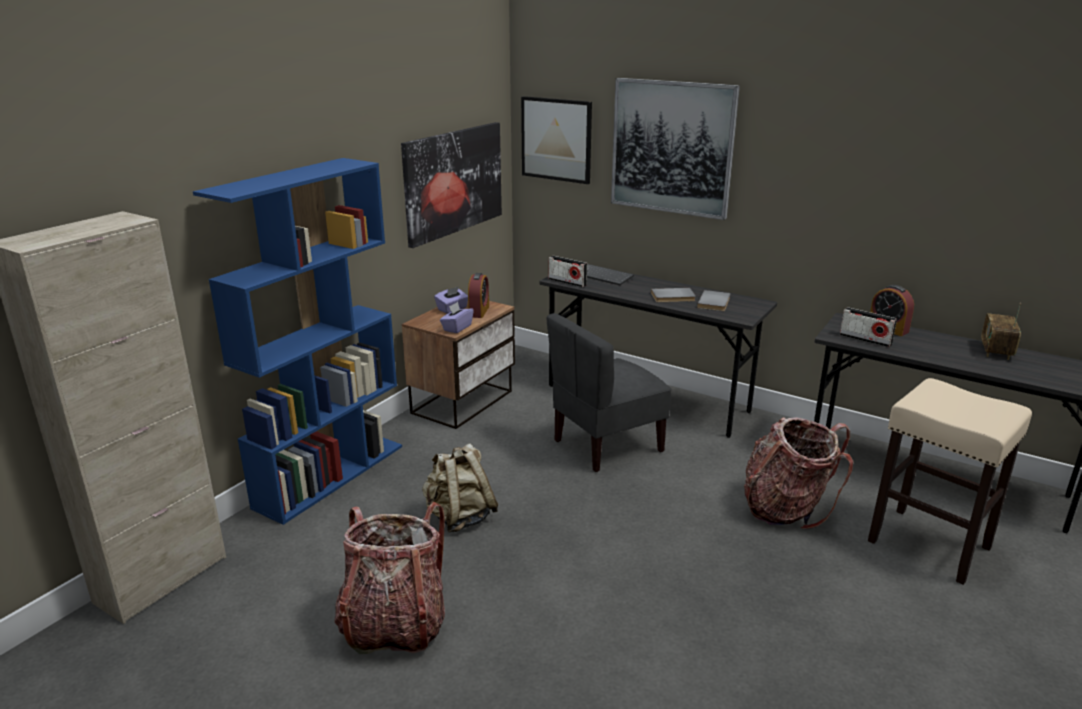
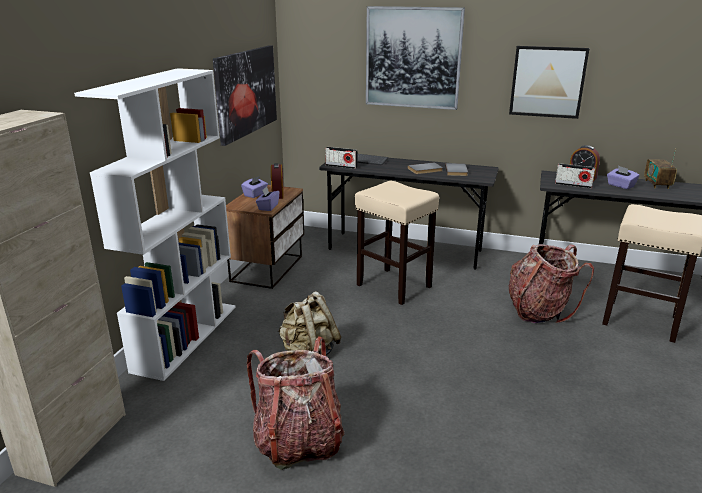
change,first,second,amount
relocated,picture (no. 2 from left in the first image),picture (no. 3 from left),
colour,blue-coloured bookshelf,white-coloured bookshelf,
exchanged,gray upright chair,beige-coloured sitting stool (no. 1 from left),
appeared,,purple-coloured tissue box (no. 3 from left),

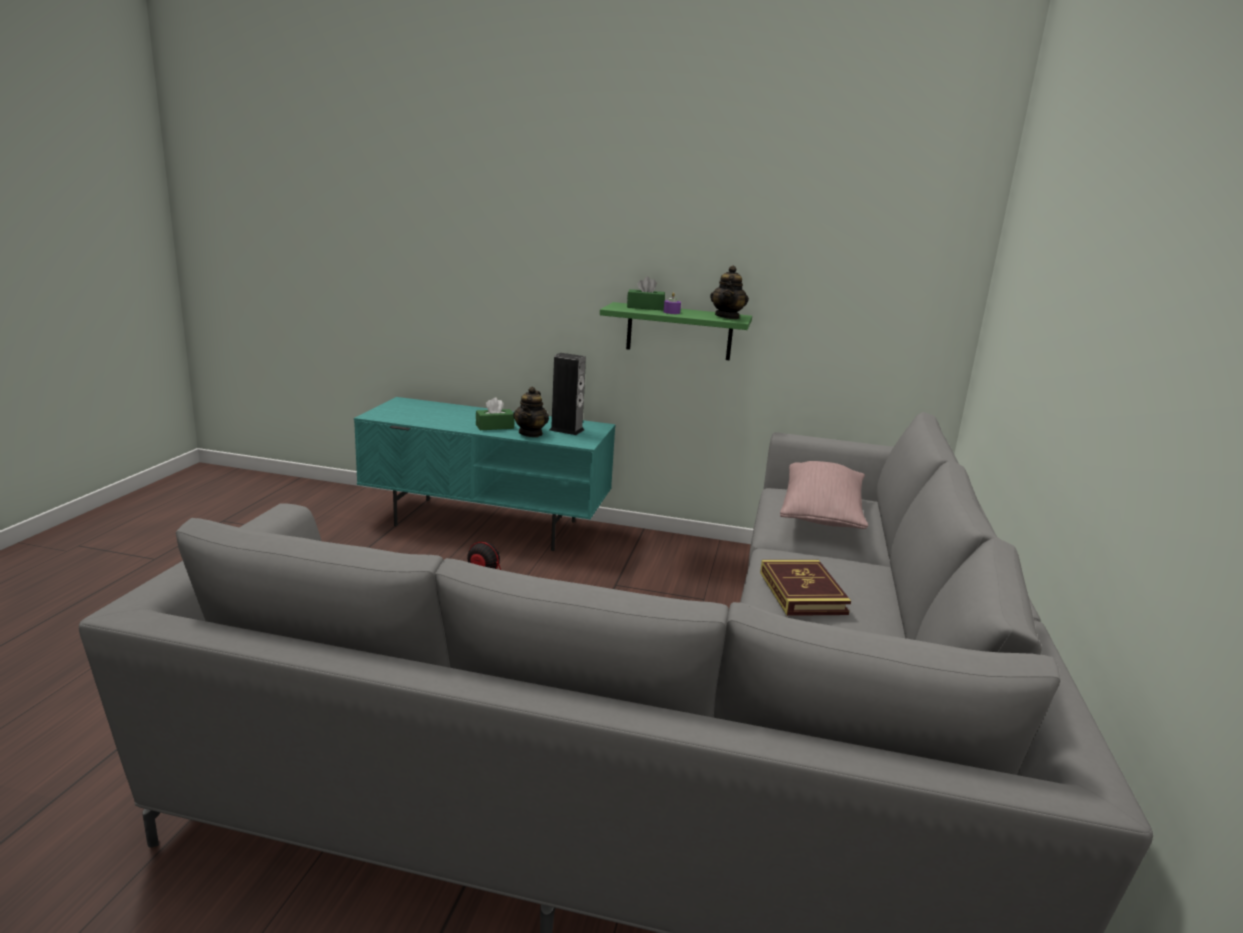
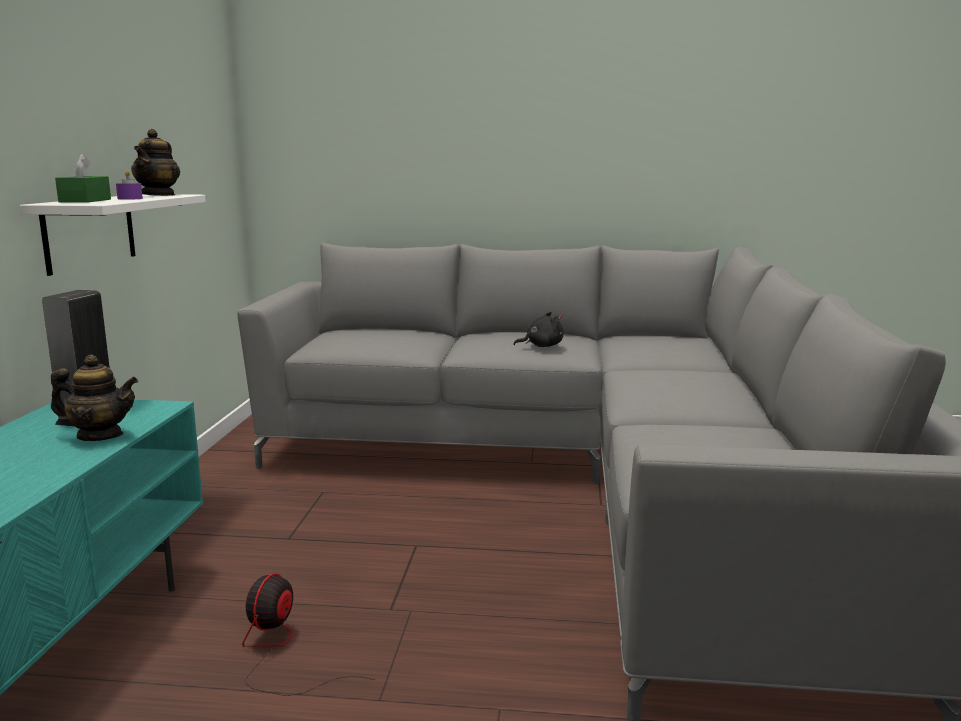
change,first,second,amount
spun,tea pot (no. 2 from left),,90 degrees clockwise
colour,greenish shelf,white-coloured shelf,
missing,greenish tissue box (no. 1 from left),,
missing,pink-coloured pillow,,
exchanged,volume,black soft toy,

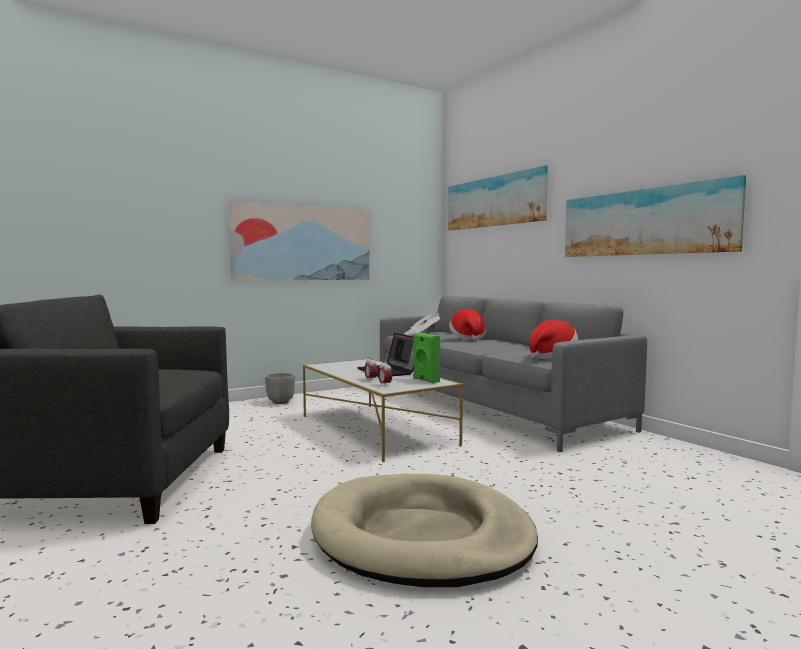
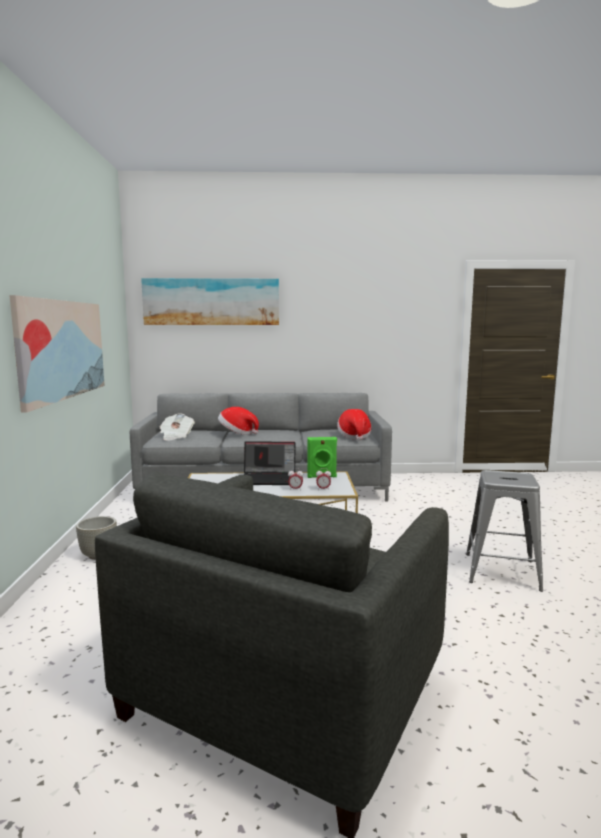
change,first,second,amount
missing,picture (no. 3 from left),,
exchanged,beige-coloured pet bed,gray sitting stool,

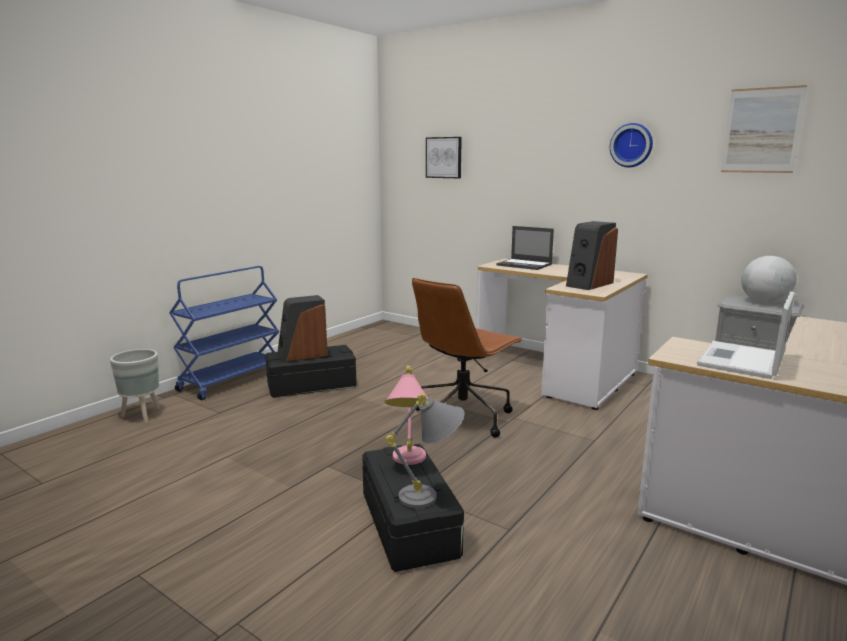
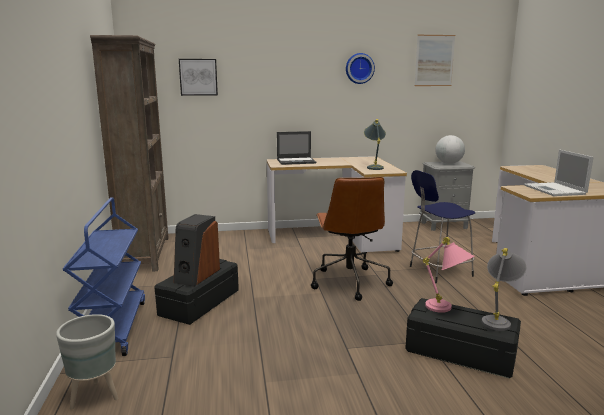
change,first,second,amount
exchanged,audio speaker (no. 2 from left),gray tabletop lamp (no. 1 from left),
appeared,,brownish bookshelf,
appeared,,blue-coloured sitting stool,

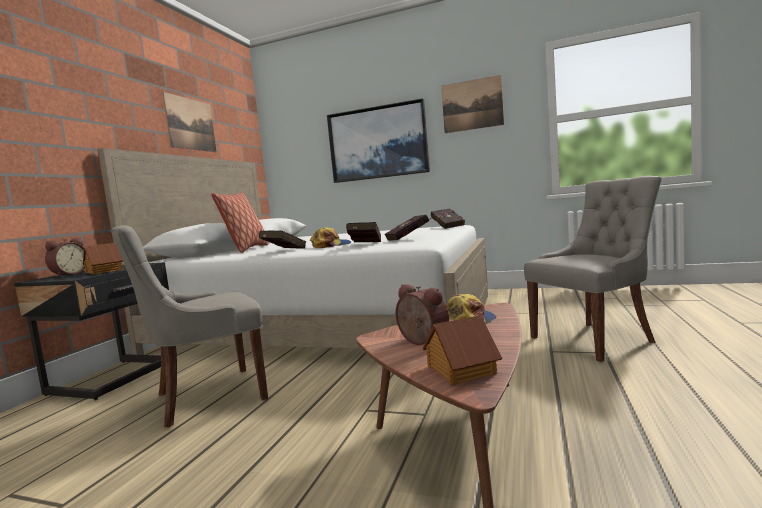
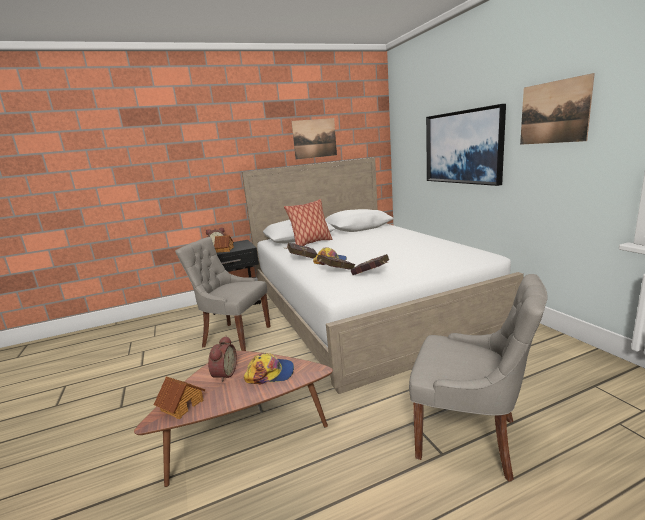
change,first,second,amount
missing,reddish volume (no. 4 from left),,

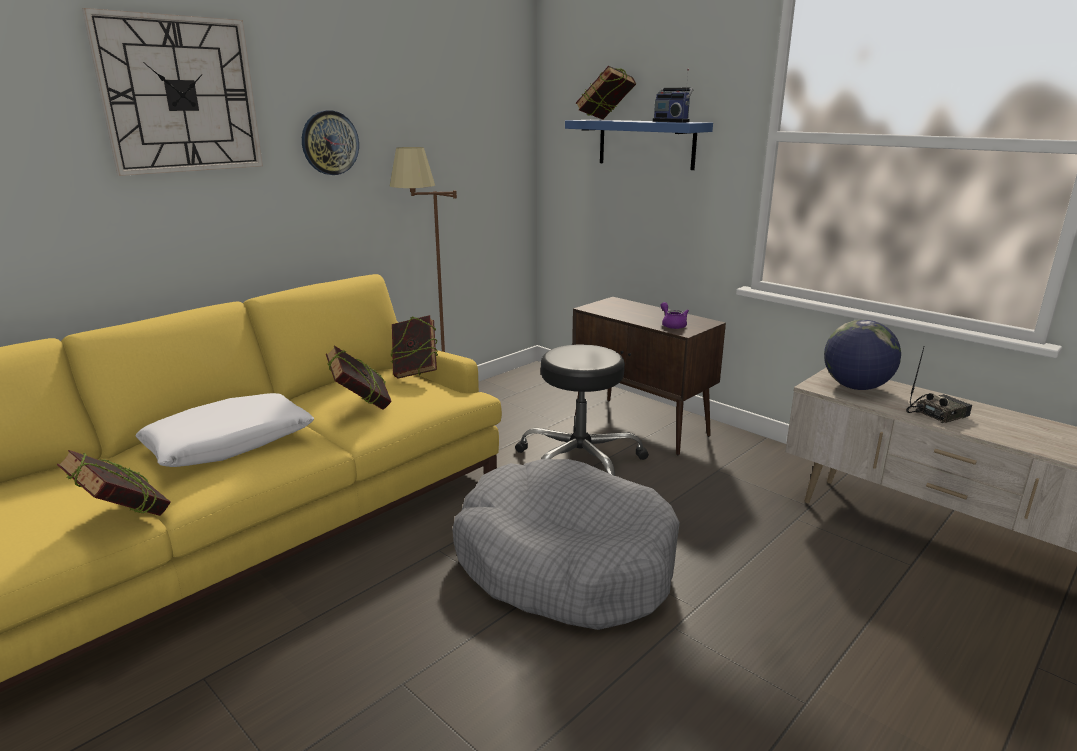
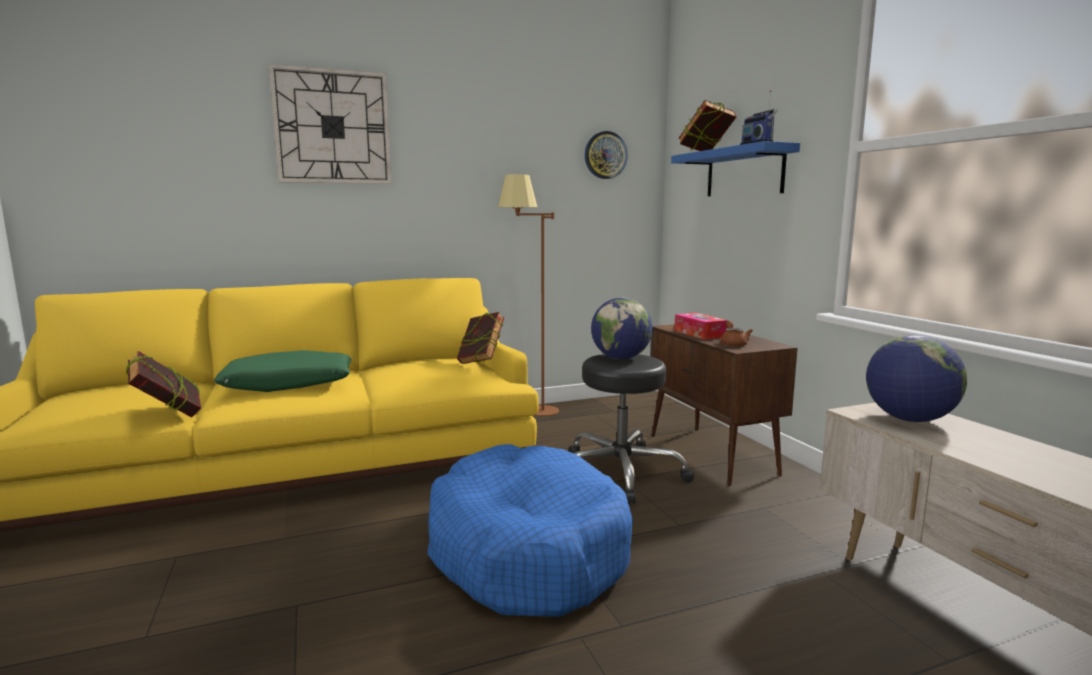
change,first,second,amount
relocated,clock on the wall (no. 2 from left),,
colour,purple-coloured tea pot,brownish tea pot,
missing,volume (no. 2 from left),,
missing,radio receiver (no. 2 from left),,
colour,white-coloured pillow,greenish pillow,
colour,gray pet bed,blue-coloured pet bed,
appeared,,world globe (no. 1 from left),
appeared,,tissue box,

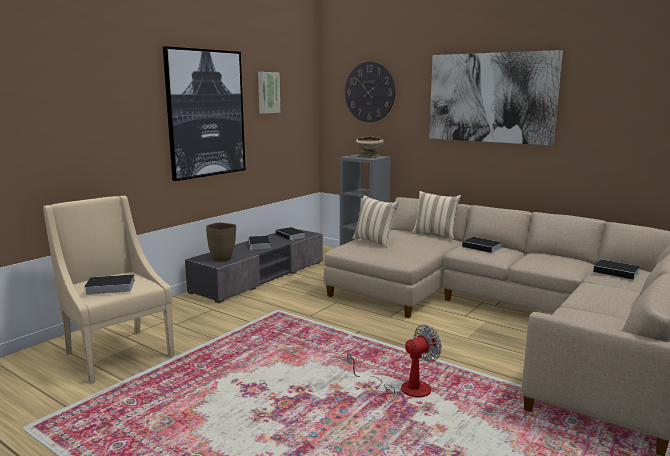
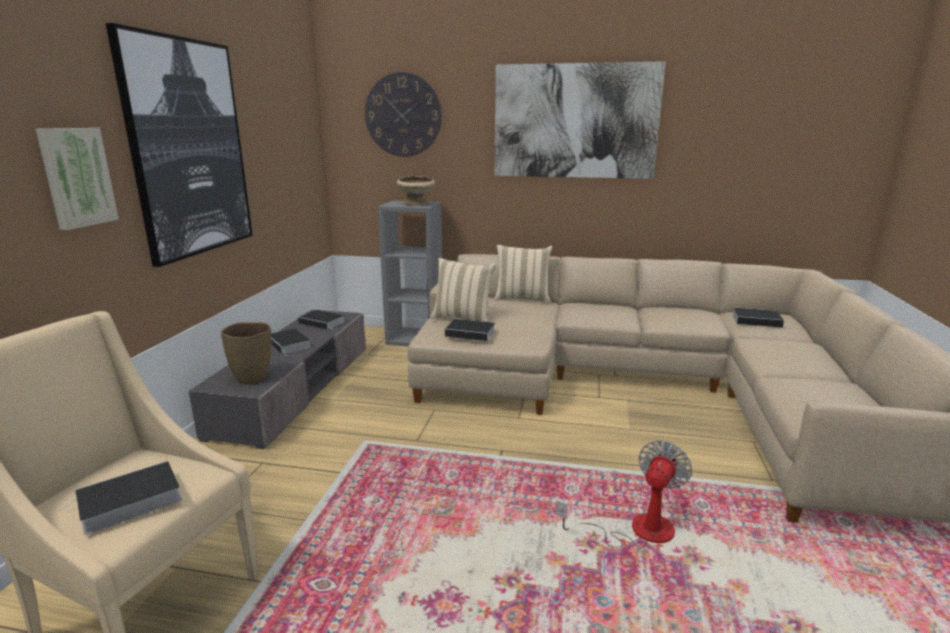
change,first,second,amount
relocated,picture (no. 2 from left in the first image),picture (no. 1 from left),
relocated,volume (no. 4 from left),,

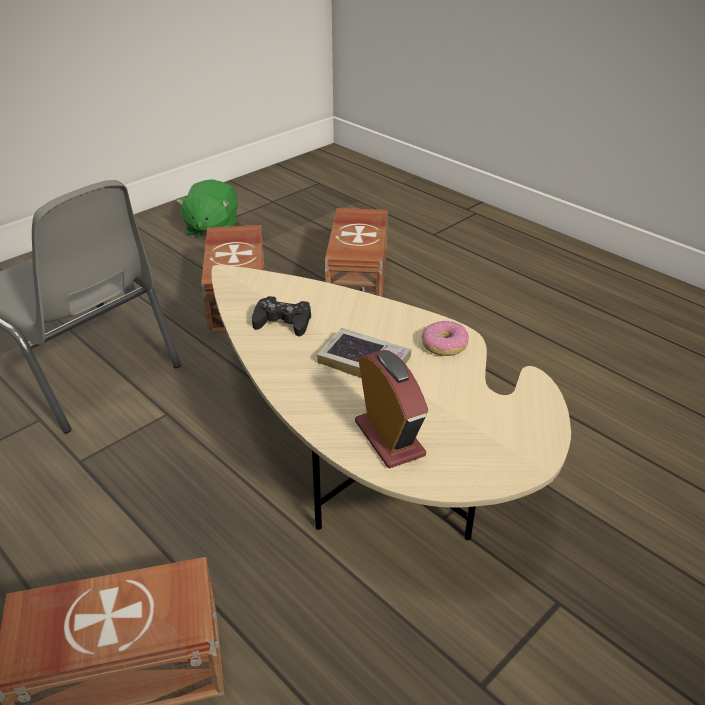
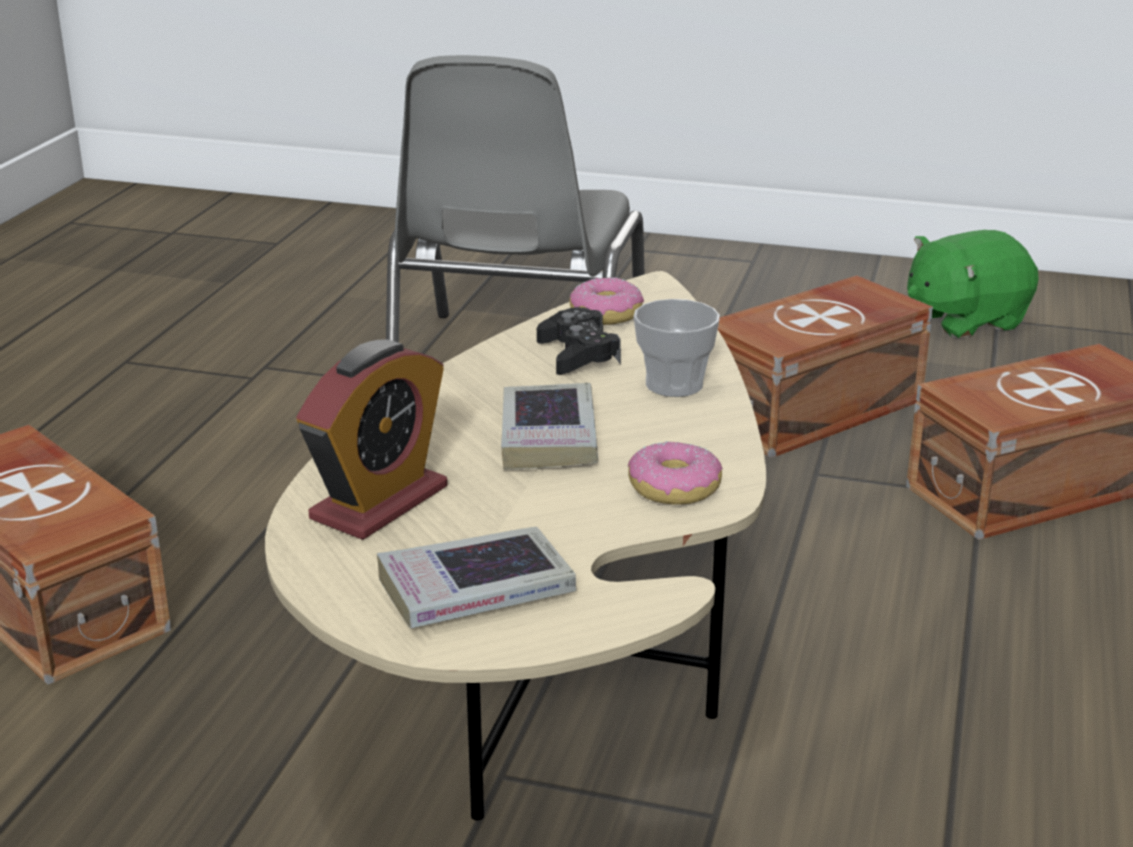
change,first,second,amount
appeared,,donut (no. 1 from left),
appeared,,small cup,
appeared,,volume (no. 1 from left),

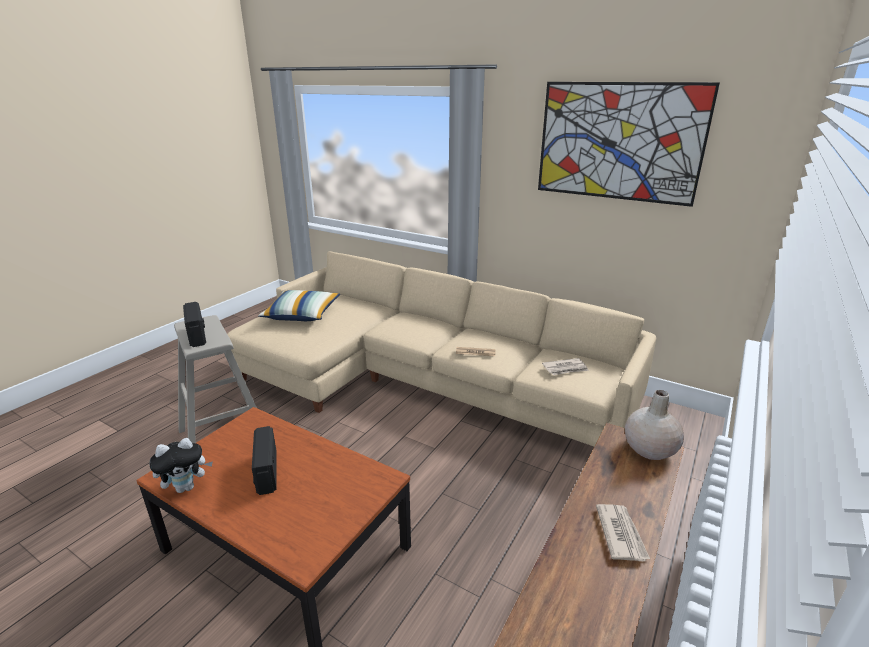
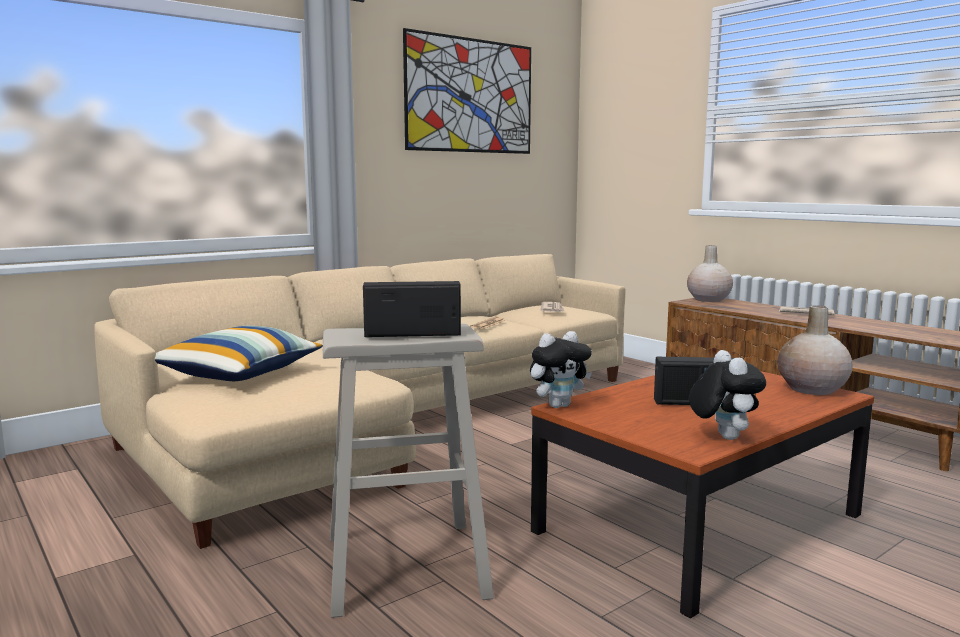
change,first,second,amount
appeared,,beige-coloured flower vase (no. 2 from left),
appeared,,soft toy (no. 1 from left),

